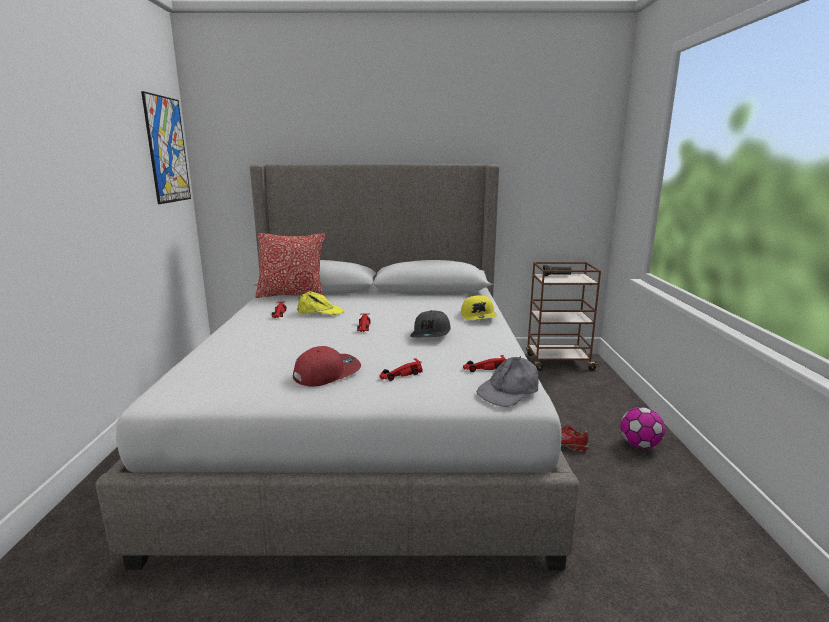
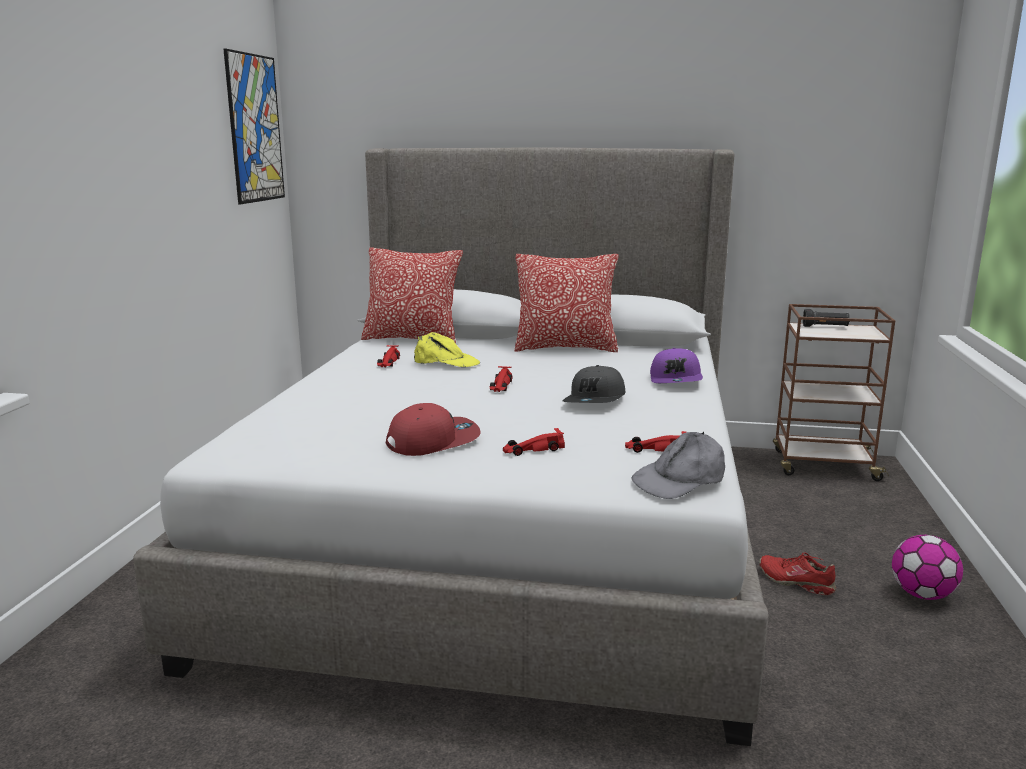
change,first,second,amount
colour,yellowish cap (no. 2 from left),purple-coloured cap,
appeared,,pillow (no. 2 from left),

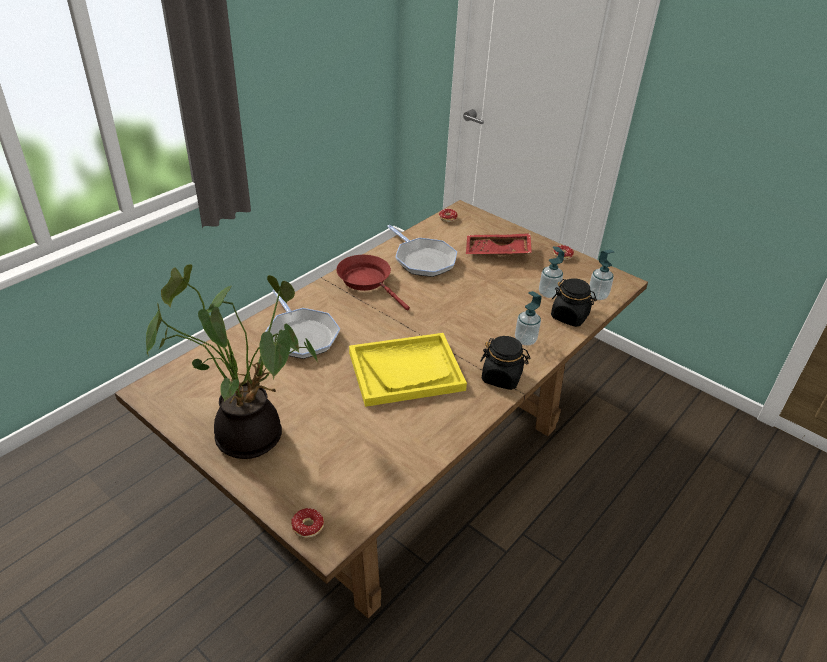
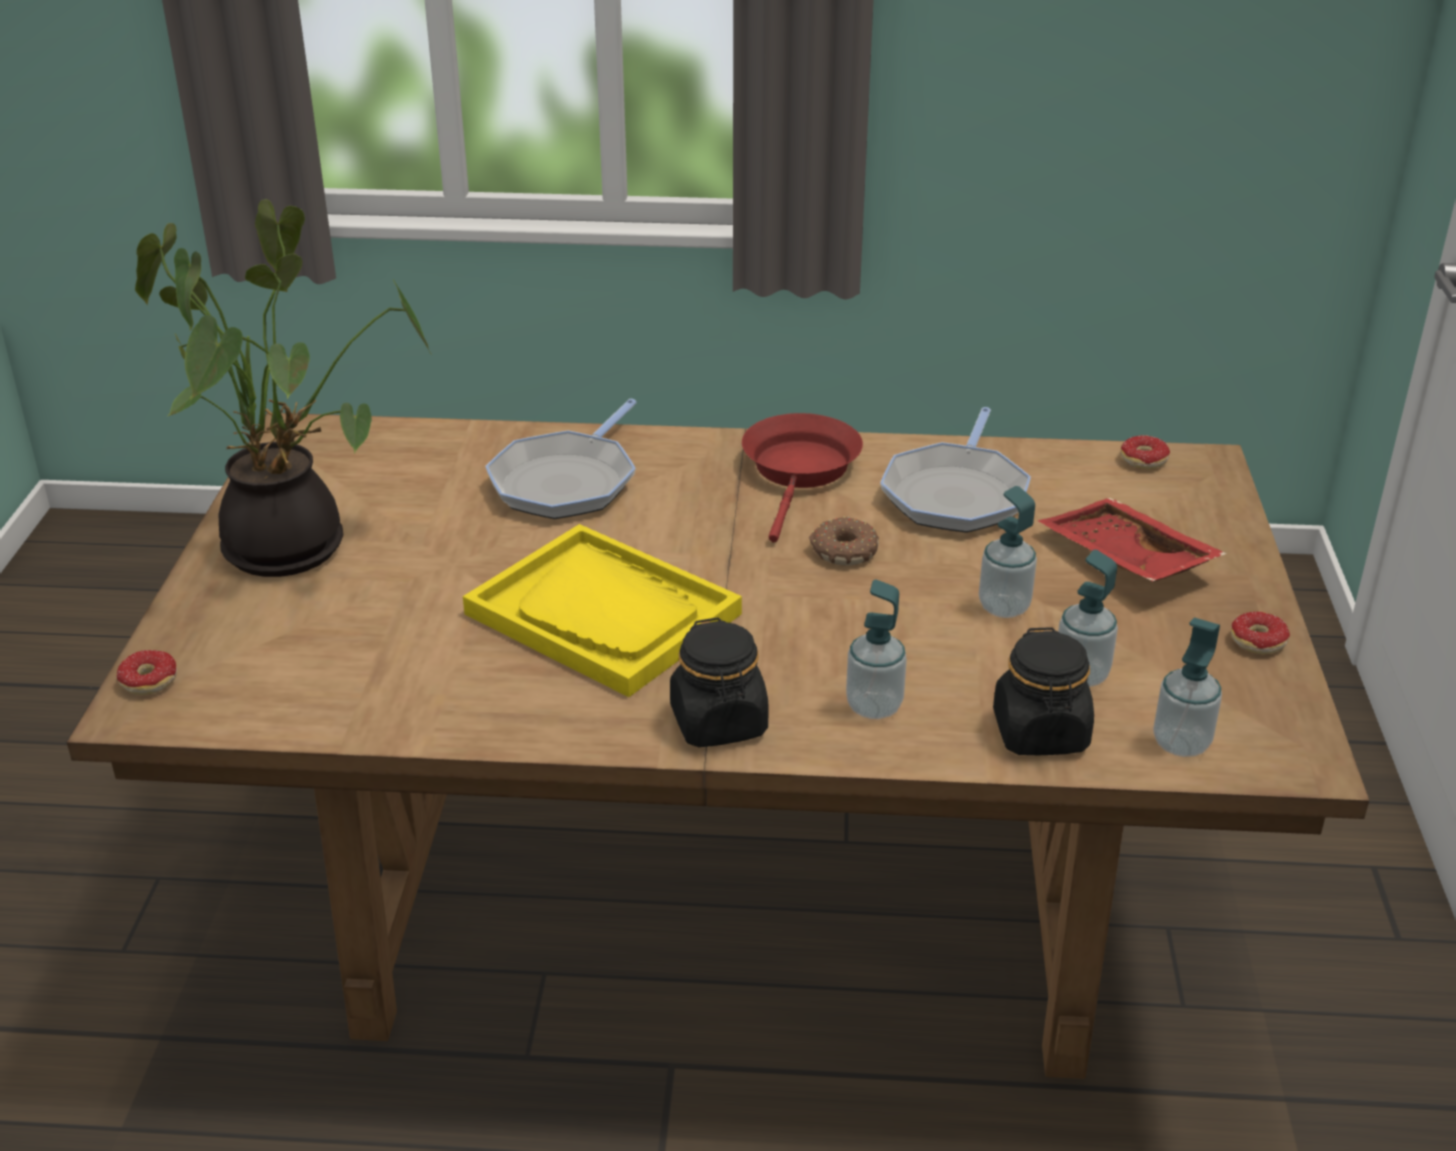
change,first,second,amount
appeared,,liquid soap bottle (no. 2 from left),
appeared,,donut (no. 2 from left),

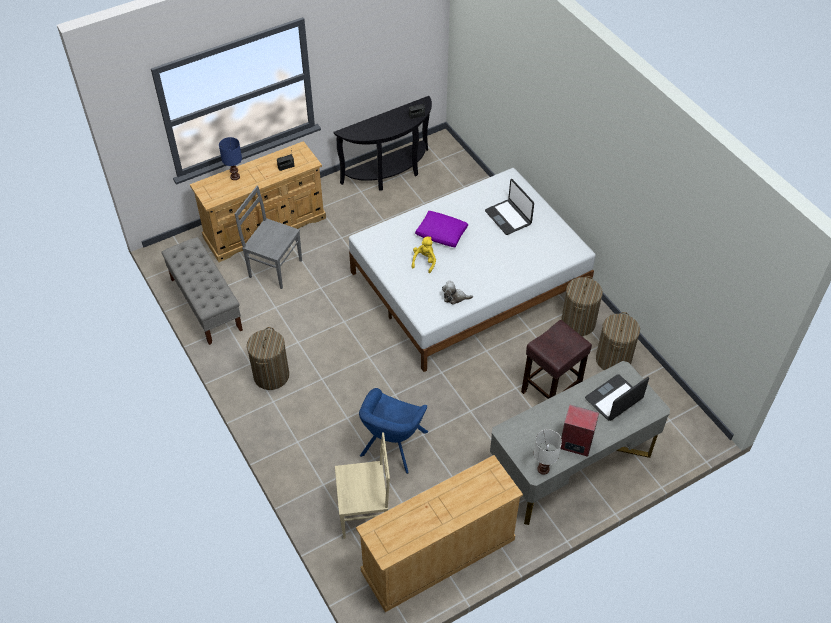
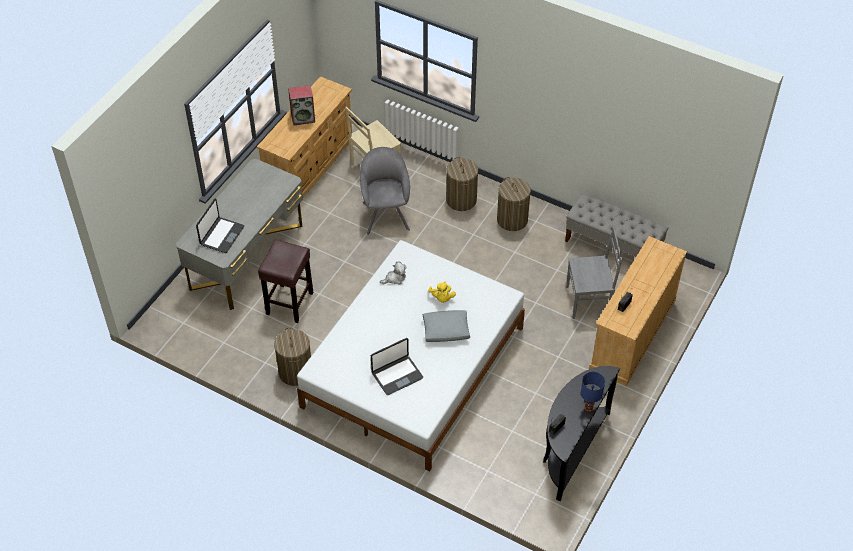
change,first,second,amount
relocated,blue-coloured tabletop lamp,,
spun,portable computer (no. 1 from left in the first image),portable computer (no. 2 from left),120 degrees clockwise
colour,purple-coloured pillow,gray pillow,
relocated,hamper (no. 3 from left in the first image),hamper (no. 2 from left),
colour,blue-coloured armchair,gray armchair,
relocated,audio speaker,,
missing,white-coloured tabletop lamp,,

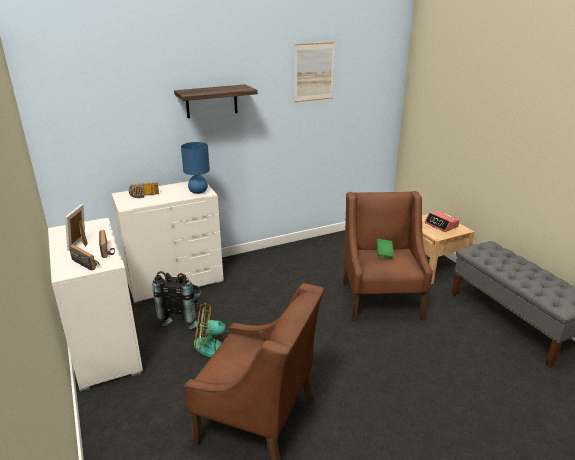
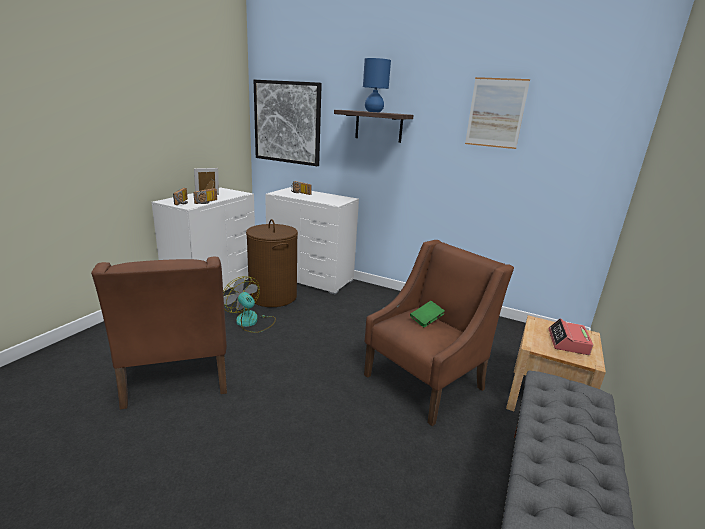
change,first,second,amount
relocated,blue-coloured tabletop lamp,,
exchanged,black backpack,brownish hamper,
appeared,,picture (no. 1 from left),

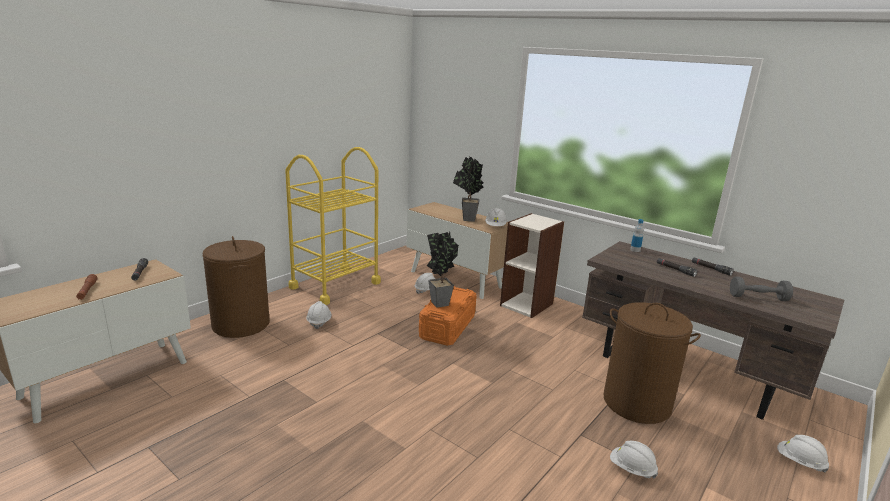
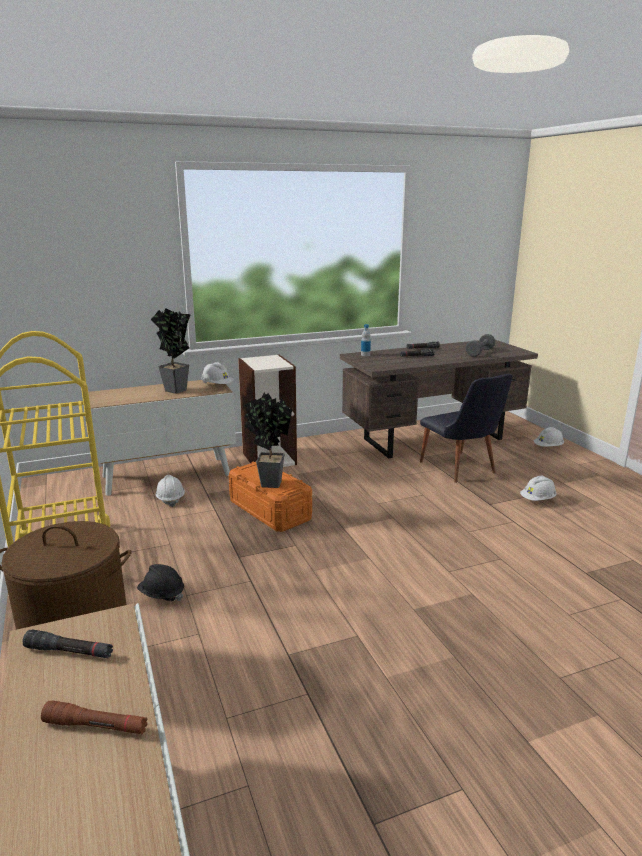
change,first,second,amount
colour,white-coloured safety helmet (no. 1 from left),black safety helmet,
exchanged,brownish hamper (no. 2 from left),black upright chair,

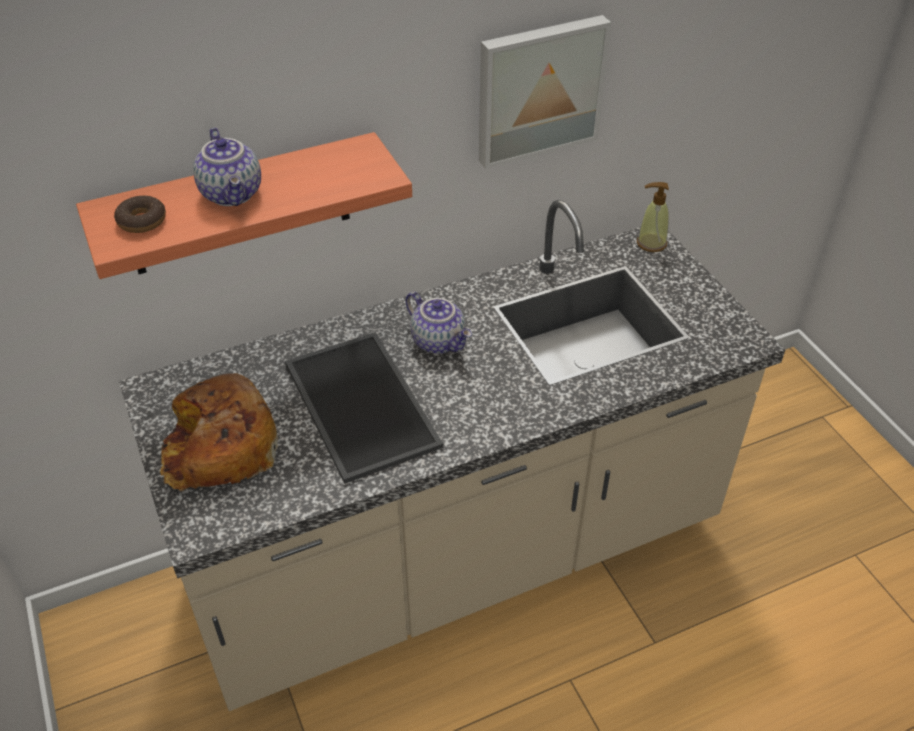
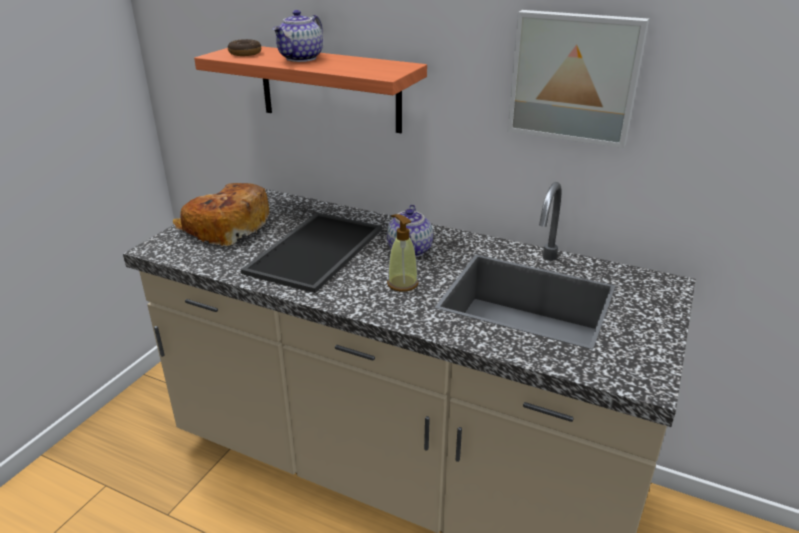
change,first,second,amount
relocated,liquid soap bottle,,

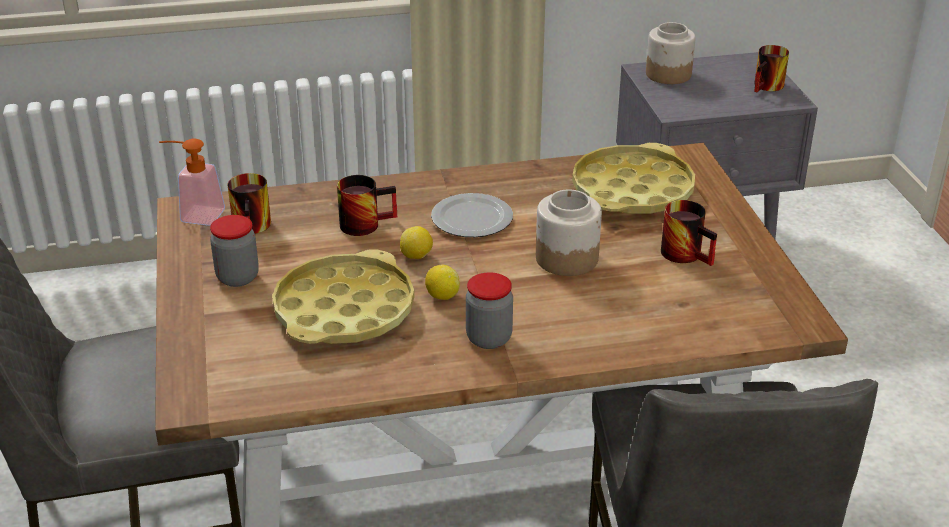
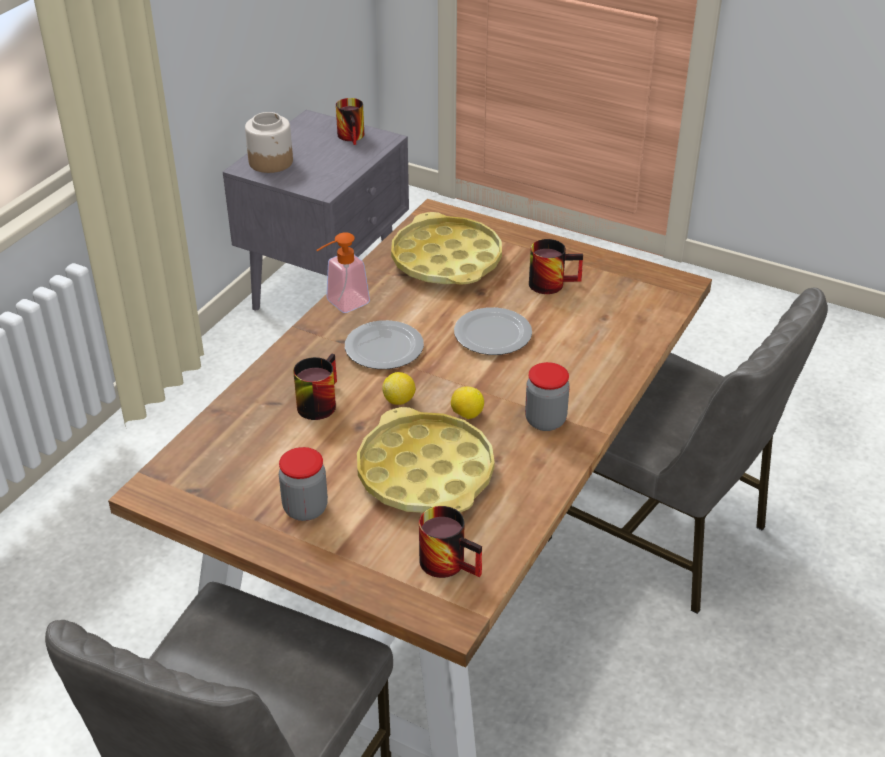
change,first,second,amount
relocated,liquid soap bottle,,
relocated,mug (no. 1 from left in the first image),mug (no. 3 from left),
exchanged,preserve jar (no. 3 from left),dinner plate (no. 2 from left),

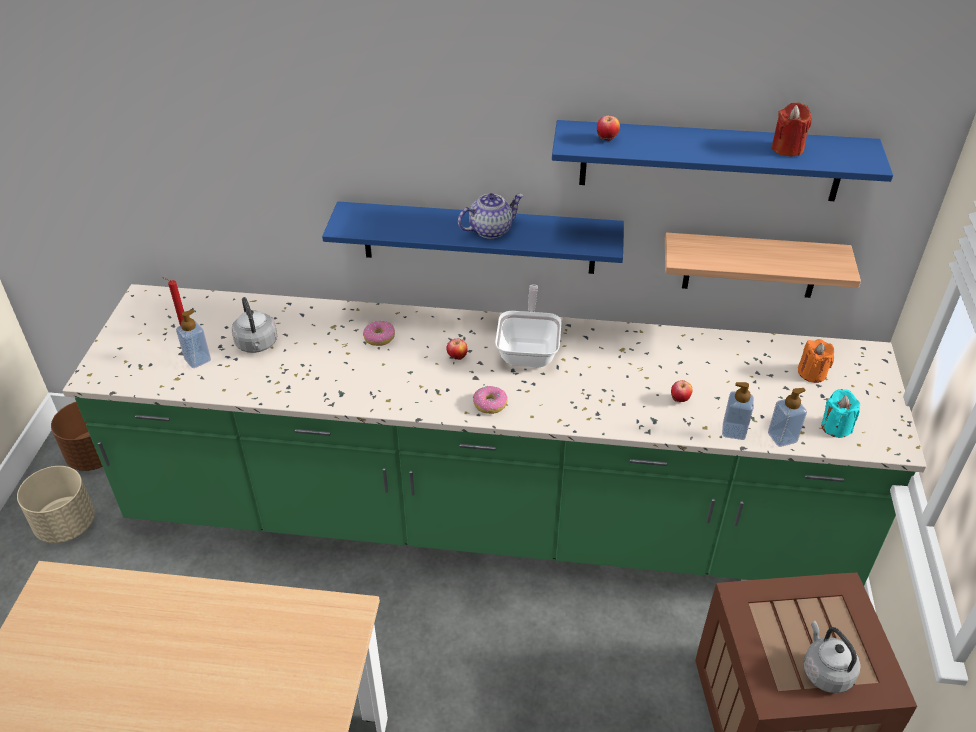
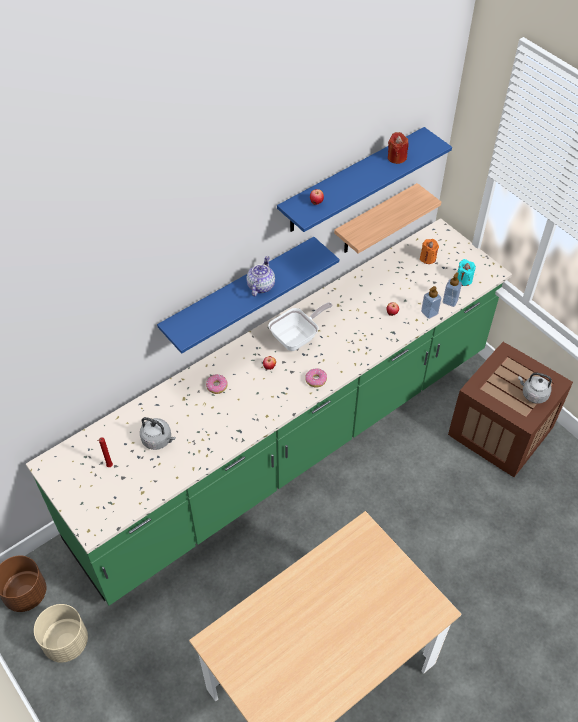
change,first,second,amount
spun,skillet,,90 degrees clockwise
missing,liquid soap bottle (no. 1 from left),,

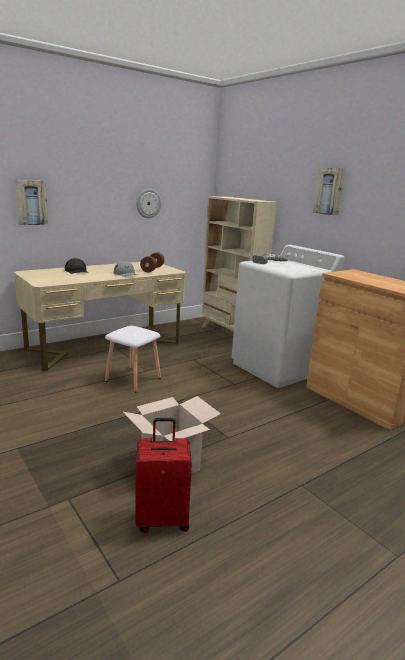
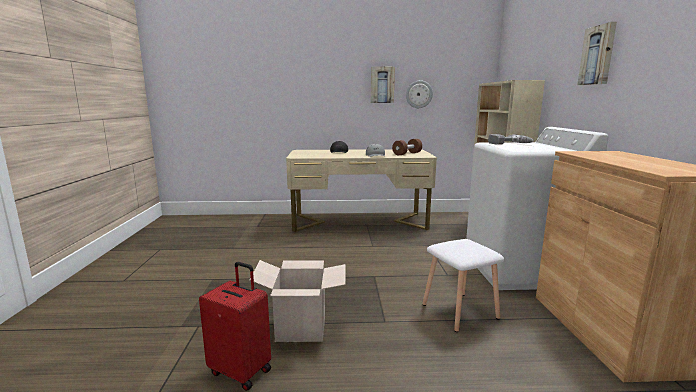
change,first,second,amount
relocated,picture (no. 1 from left),,
relocated,white-coloured sitting stool,,

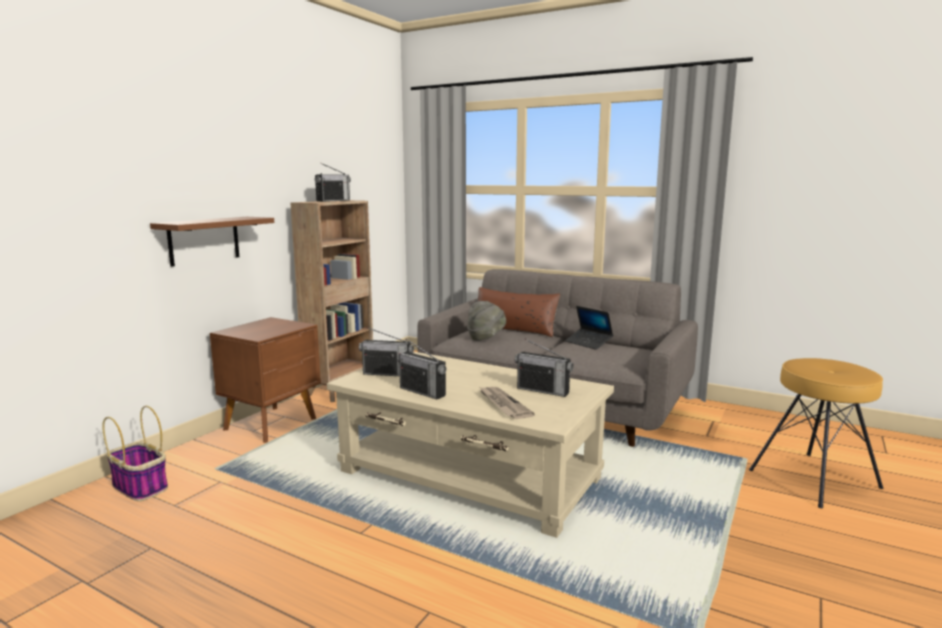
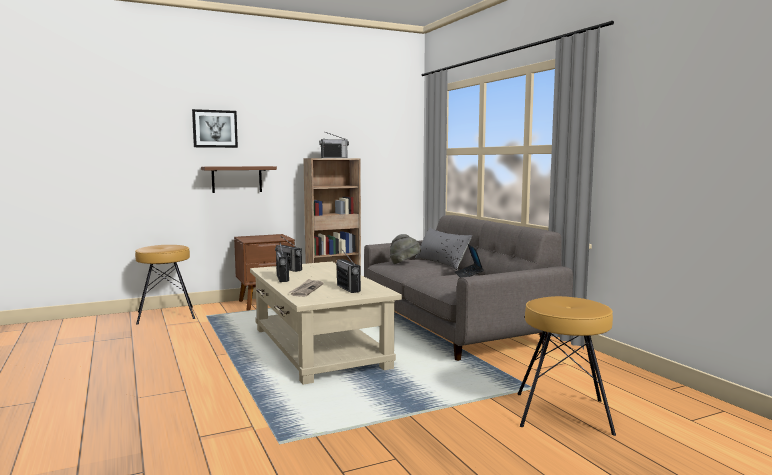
change,first,second,amount
colour,brownish pillow,gray pillow,
exchanged,storage basket,brownish sitting stool (no. 1 from left),
appeared,,picture,

